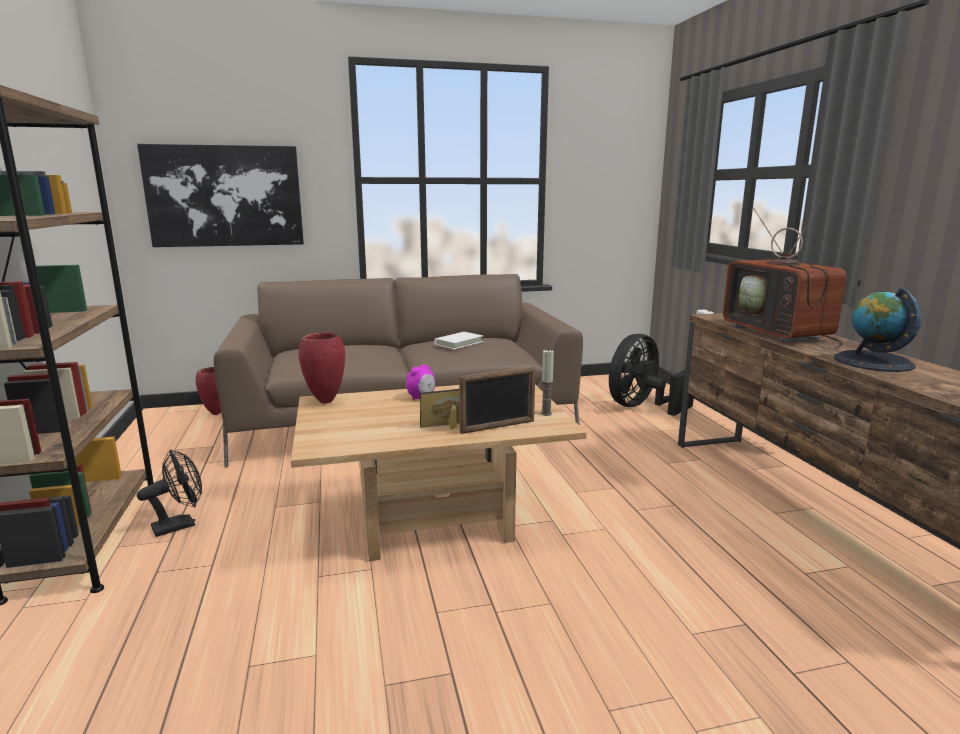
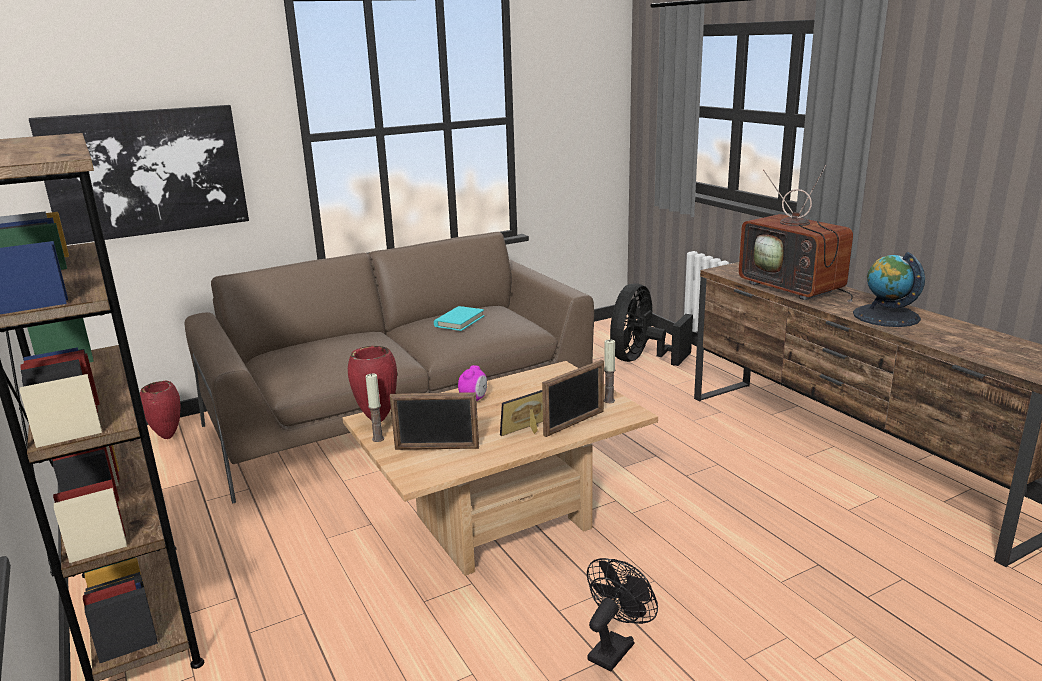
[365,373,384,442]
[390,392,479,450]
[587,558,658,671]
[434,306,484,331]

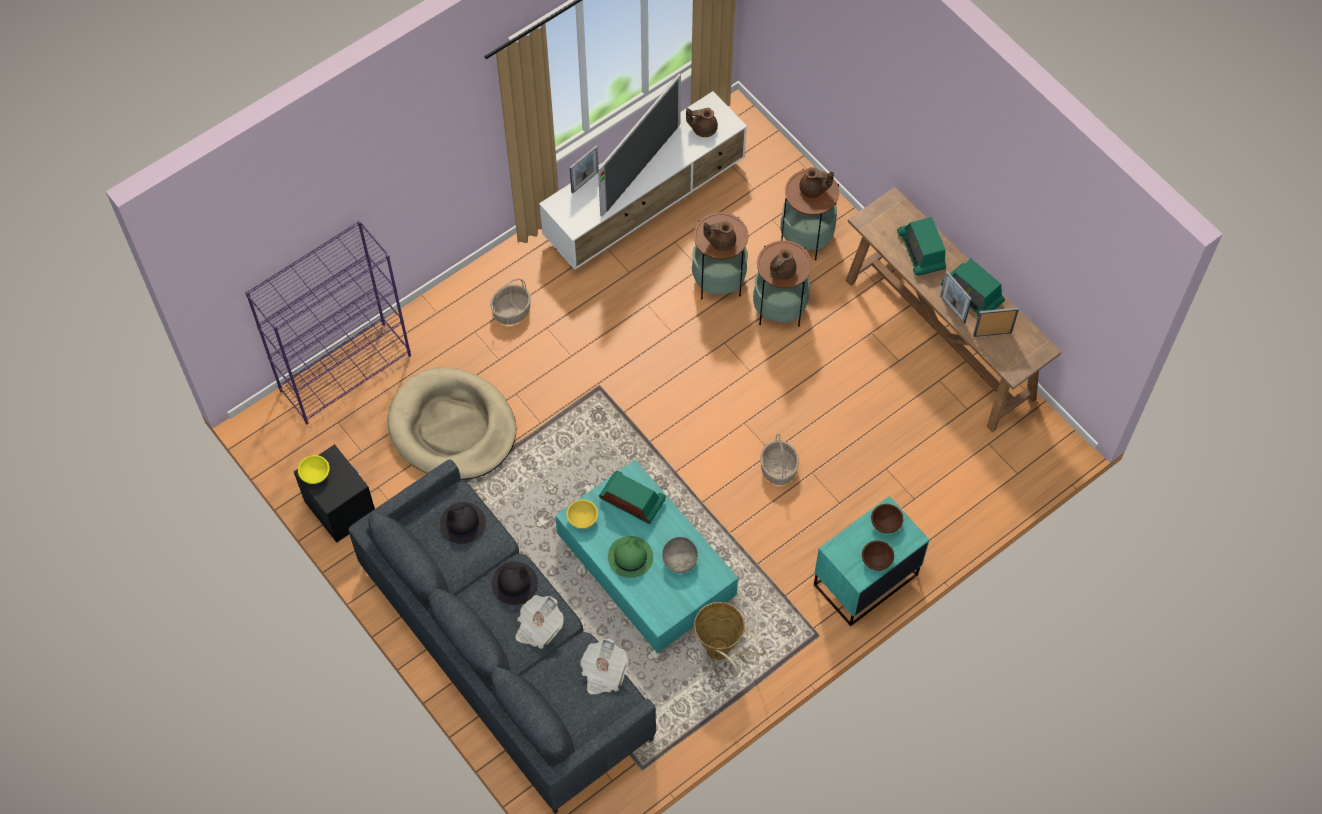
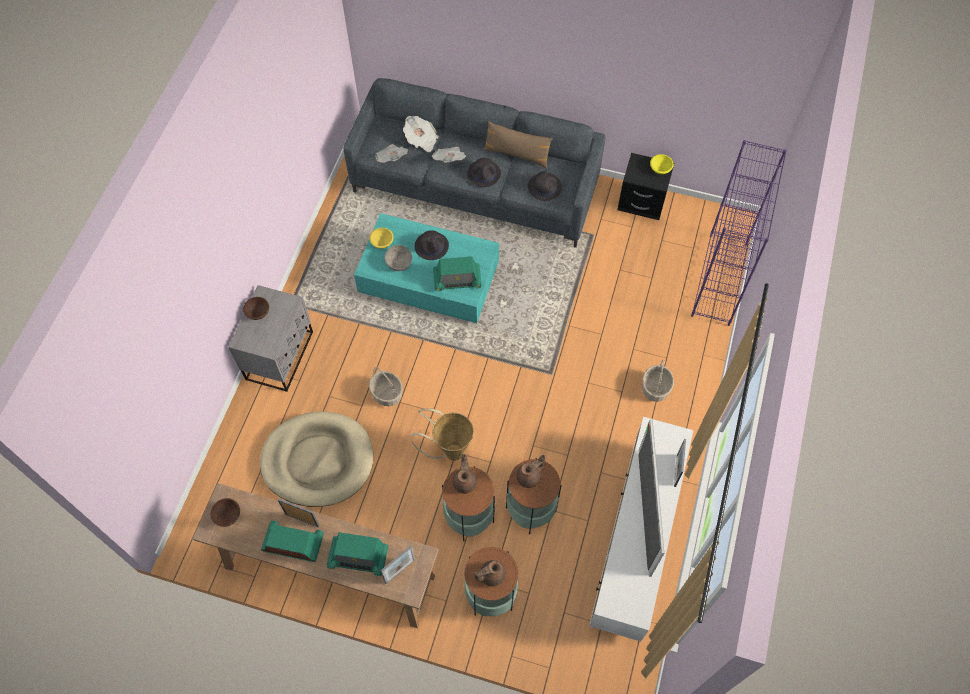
[686,108,718,137] (first image)
[403,116,439,152]
[483,121,552,168]
[260,411,374,507]
[369,228,394,249]
[410,408,474,461]
[211,498,240,527]
[381,546,415,584]
[415,230,449,260]
[228,285,313,392]
[327,532,389,576]

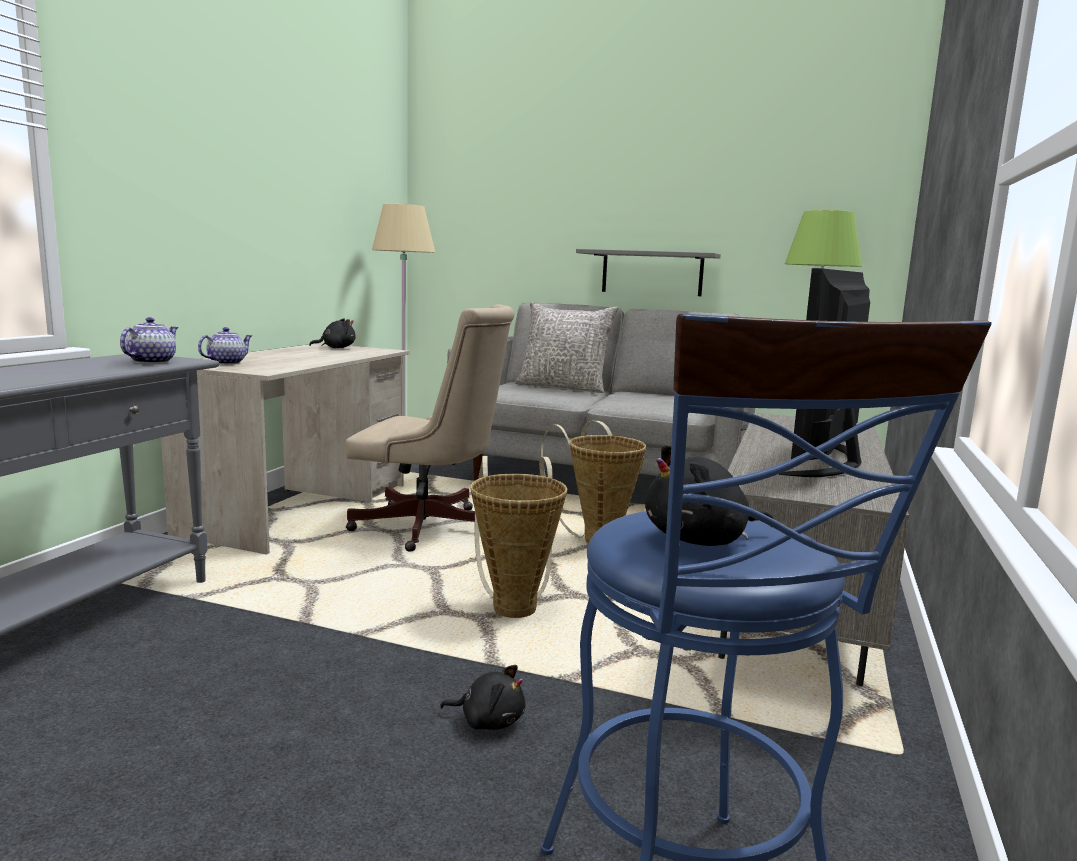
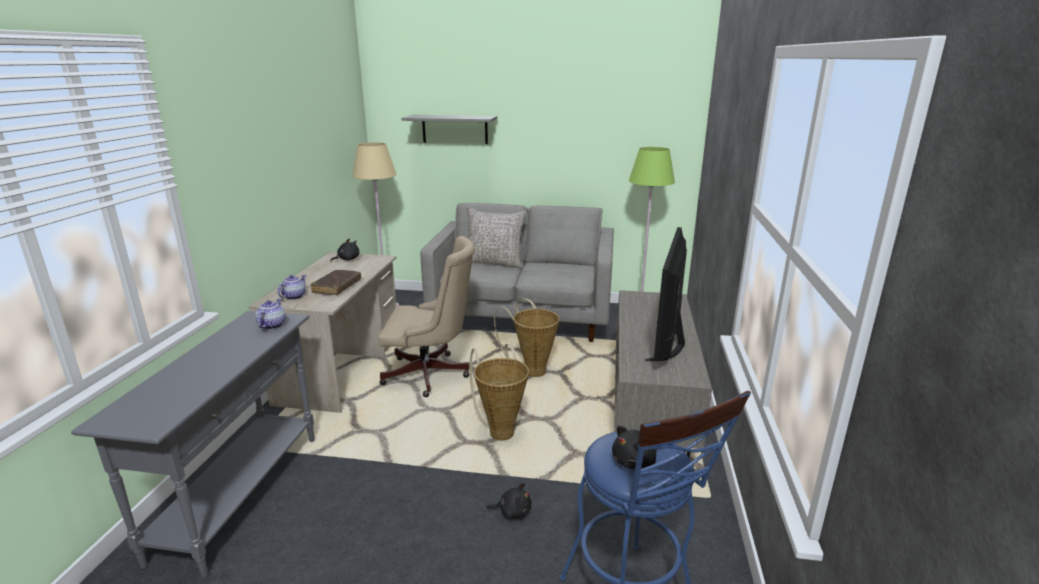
[310,270,361,295]
[401,115,497,144]

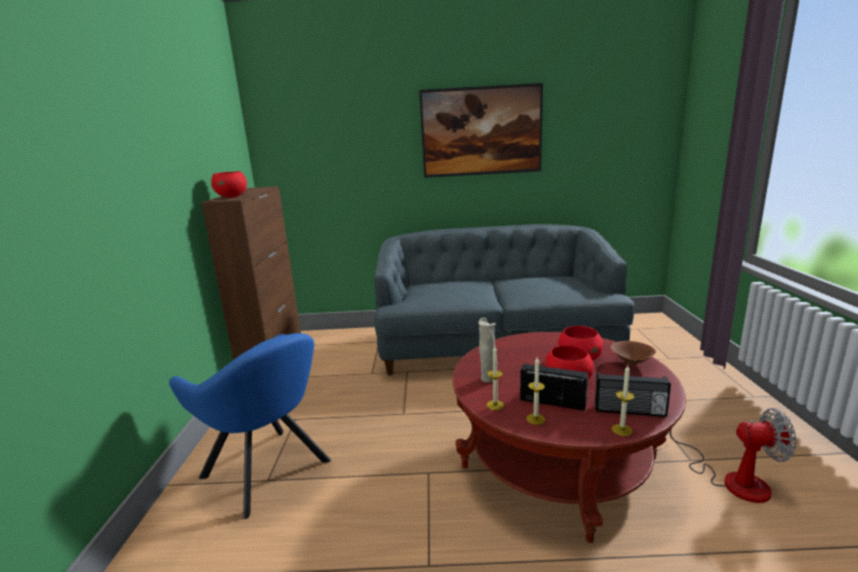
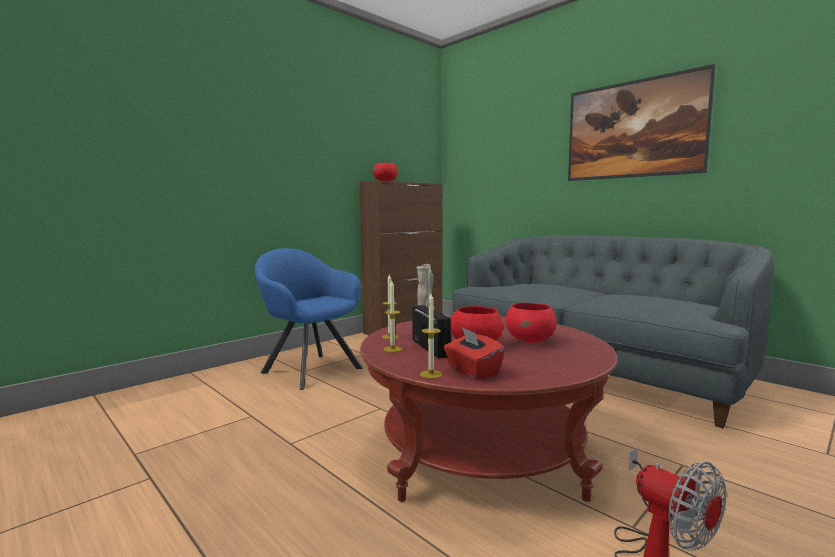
[611,341,656,366] (first image)
[444,327,505,380]
[254,248,363,390]

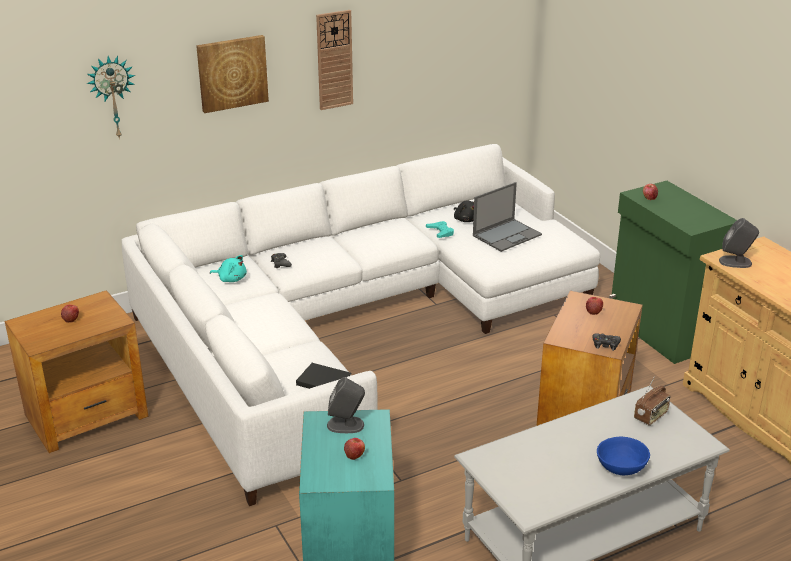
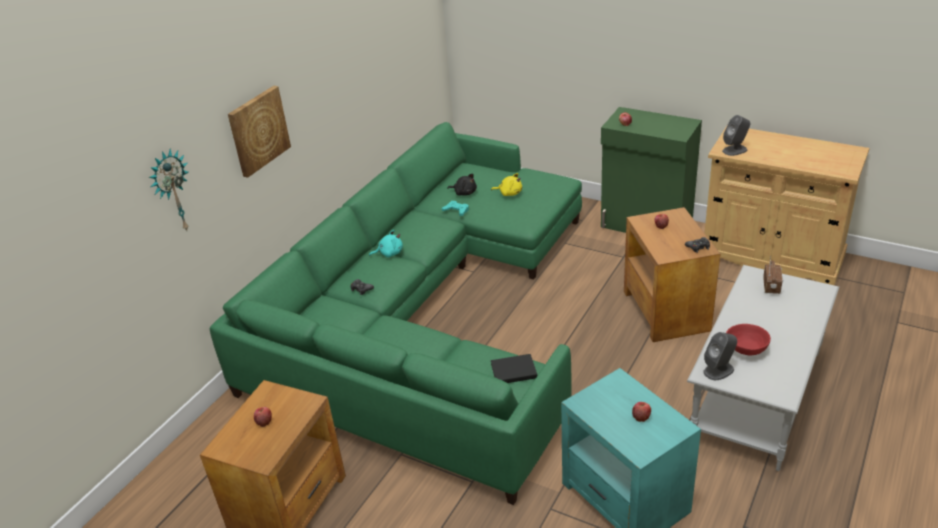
[316,10,353,110] (first image)
[597,437,650,476] (first image)
[726,324,771,355]
[369,230,403,257]
[703,332,737,380]
[491,173,522,196]
[210,122,582,505]

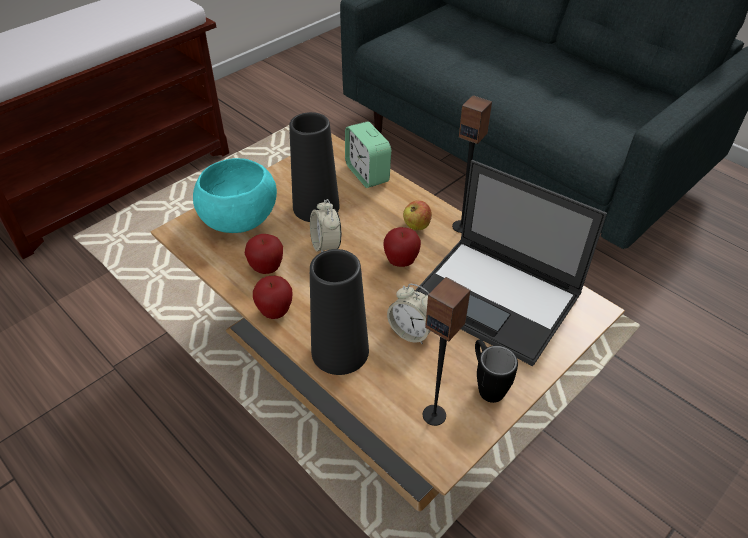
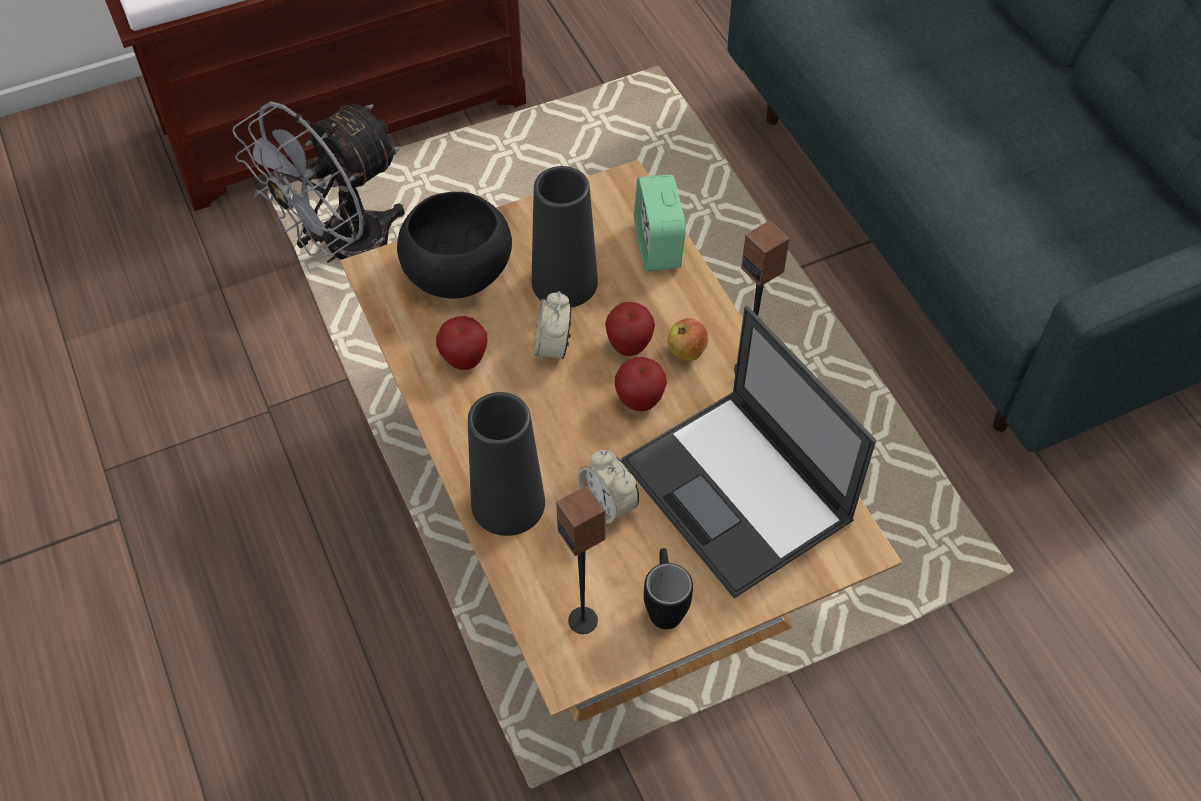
[232,101,405,263]
[605,302,655,356]
[397,192,512,299]

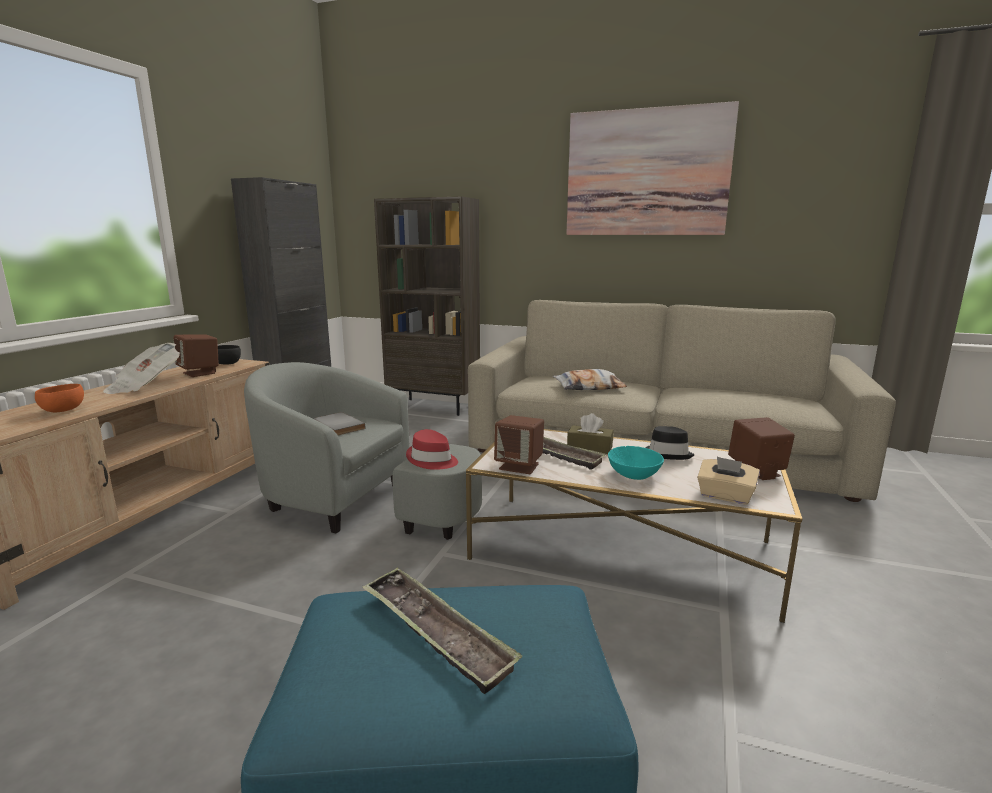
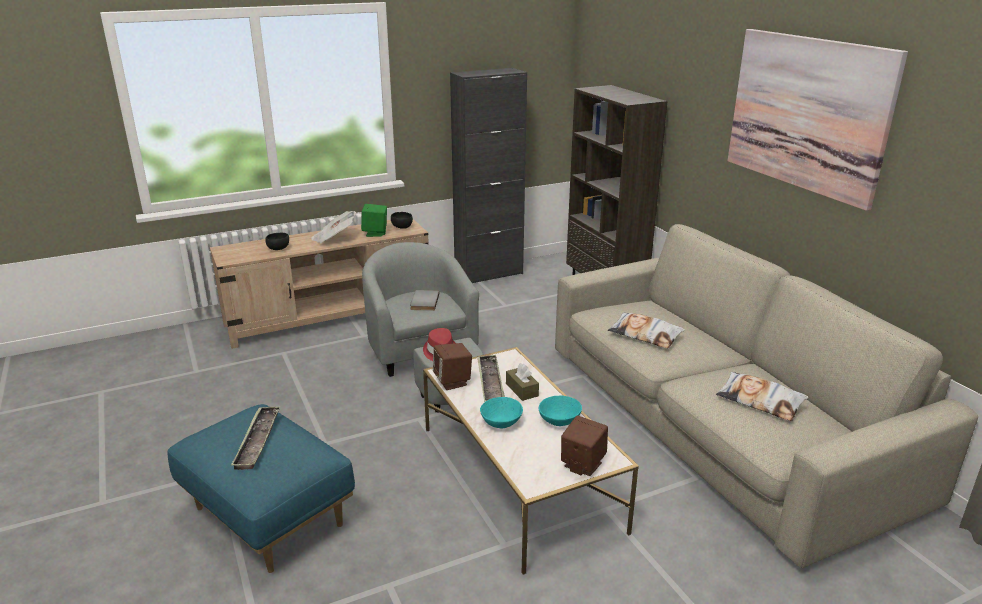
[697,457,760,505] (first image)
[716,372,808,421]
[539,396,582,426]
[266,233,289,250]
[361,204,387,237]

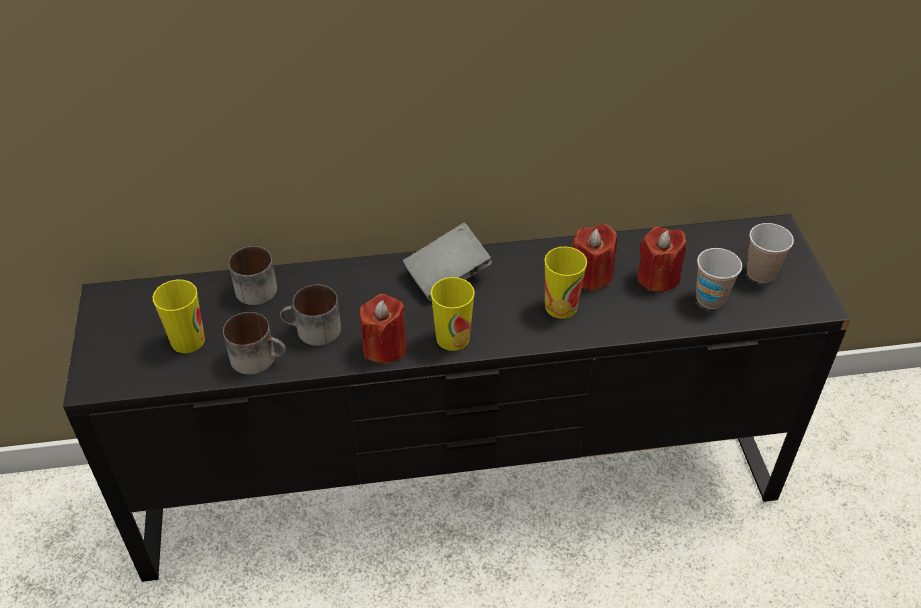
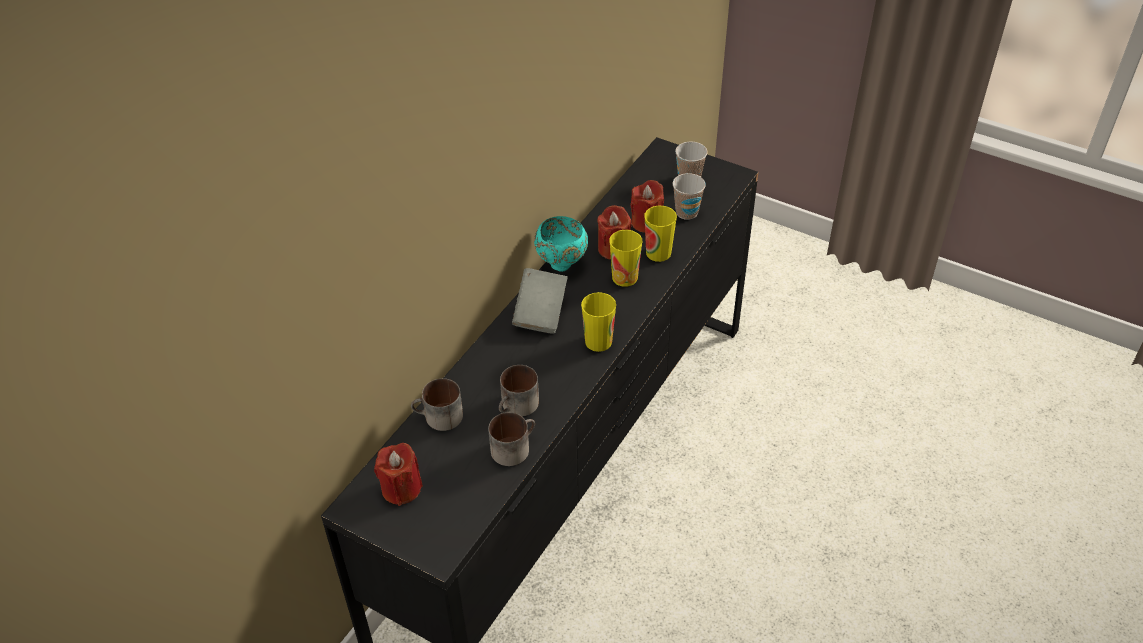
[534,216,588,272]
[644,206,677,262]
[374,443,423,506]

